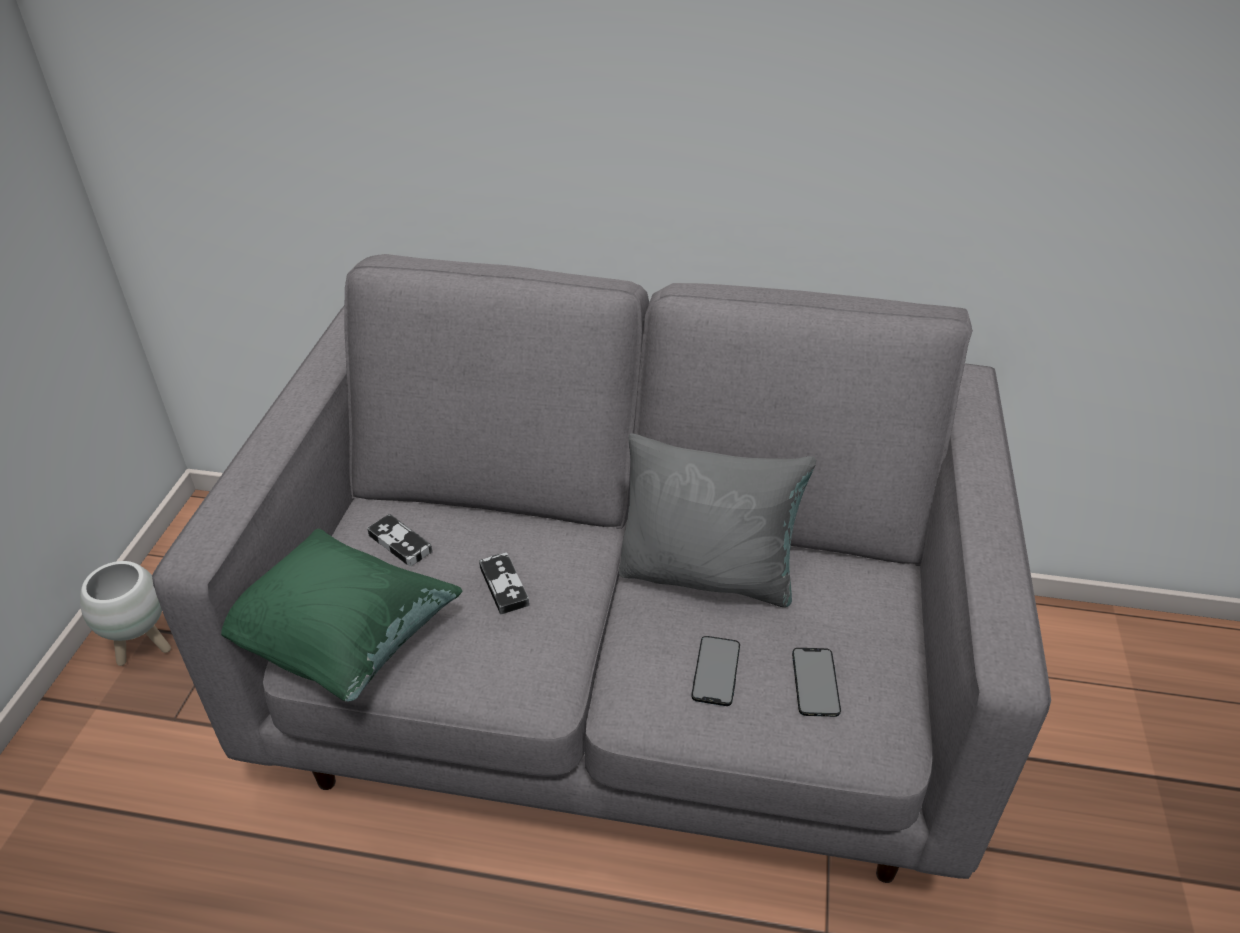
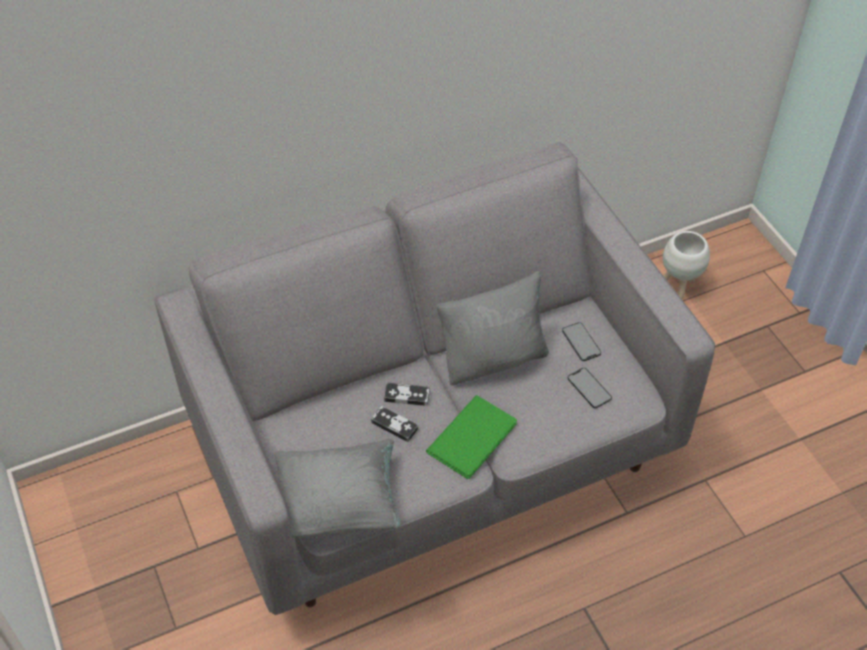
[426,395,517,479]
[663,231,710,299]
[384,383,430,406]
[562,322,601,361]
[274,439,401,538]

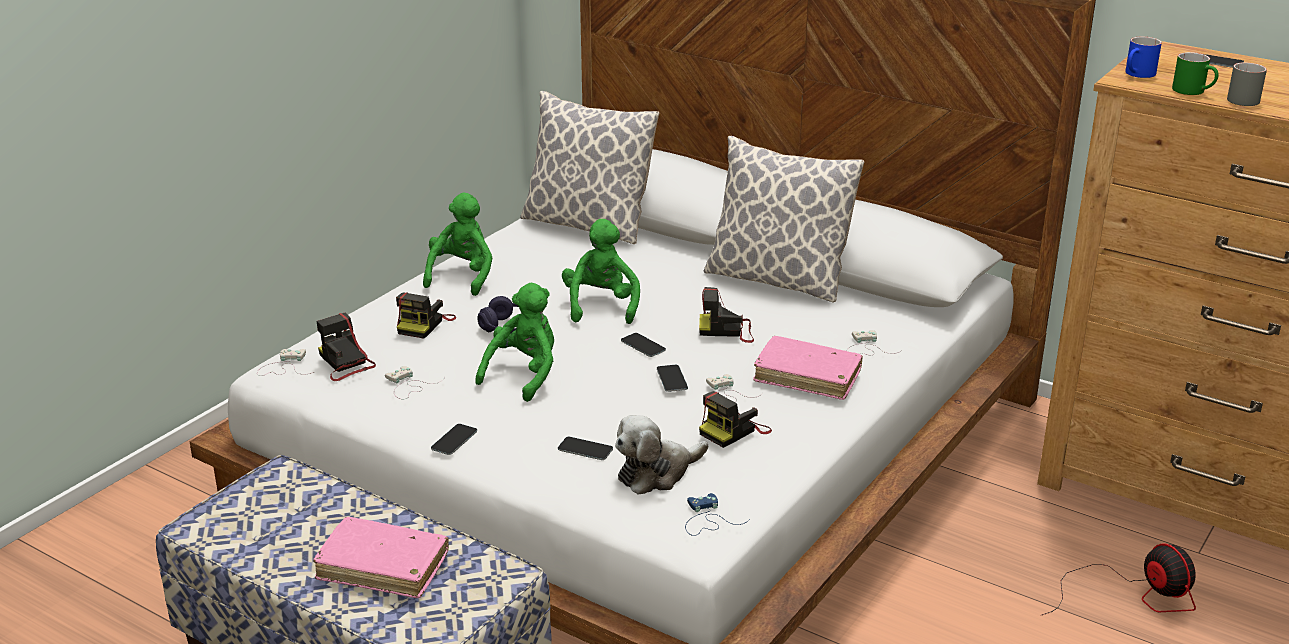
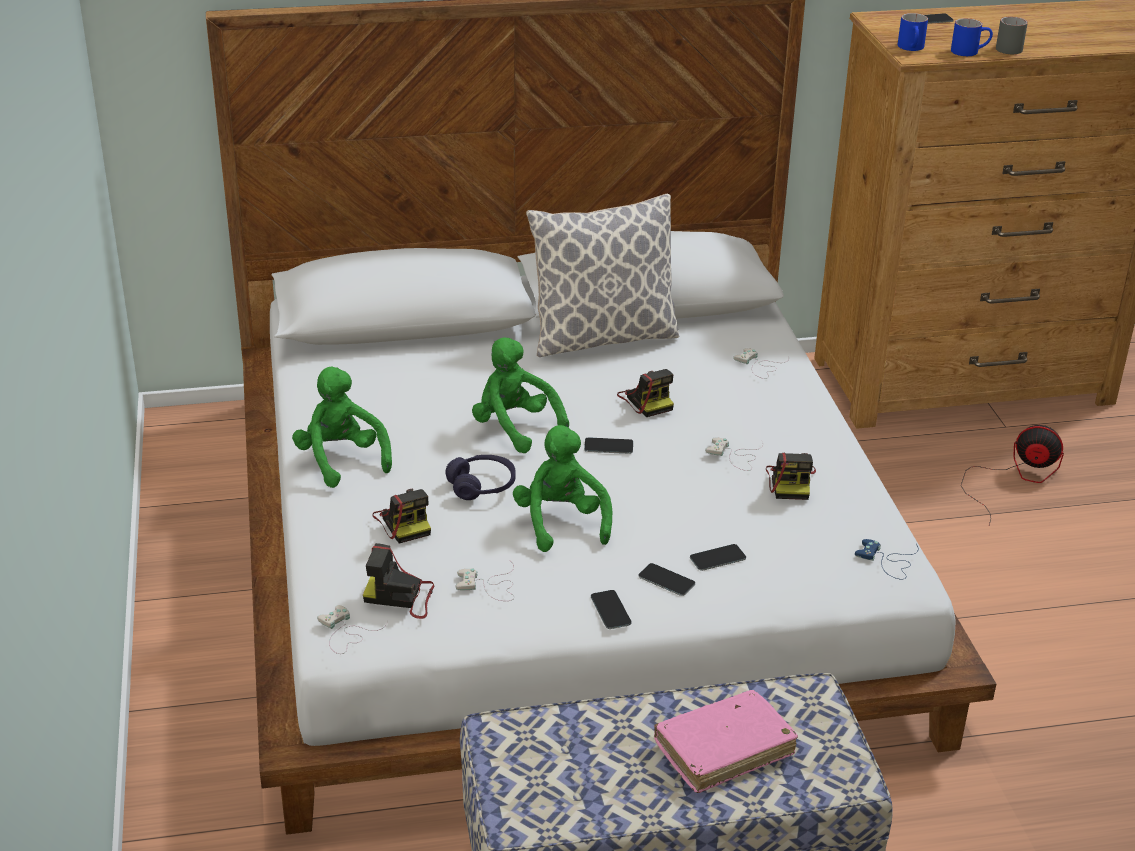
[520,91,659,244] (first image)
[615,415,708,495] (first image)
[753,336,863,400] (first image)
[639,563,695,596]
[951,18,993,56]
[617,369,674,417]

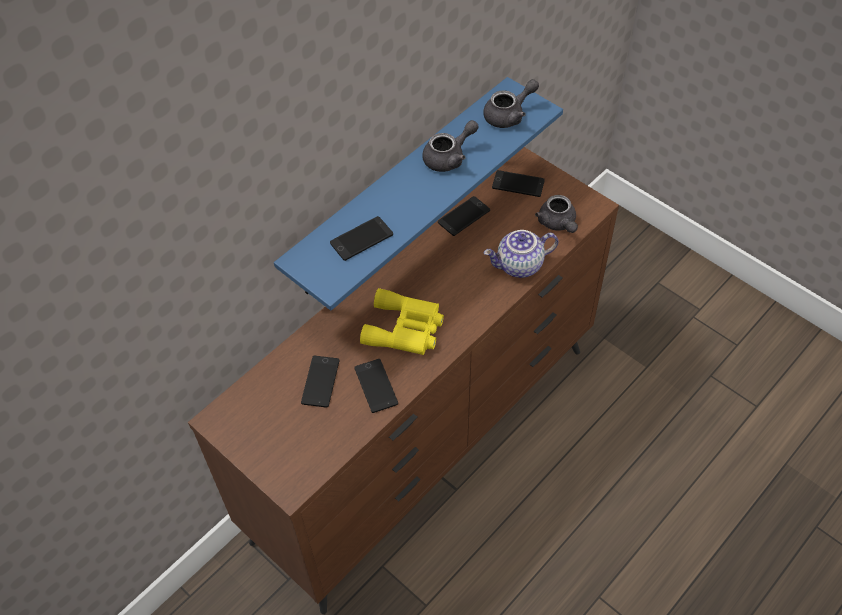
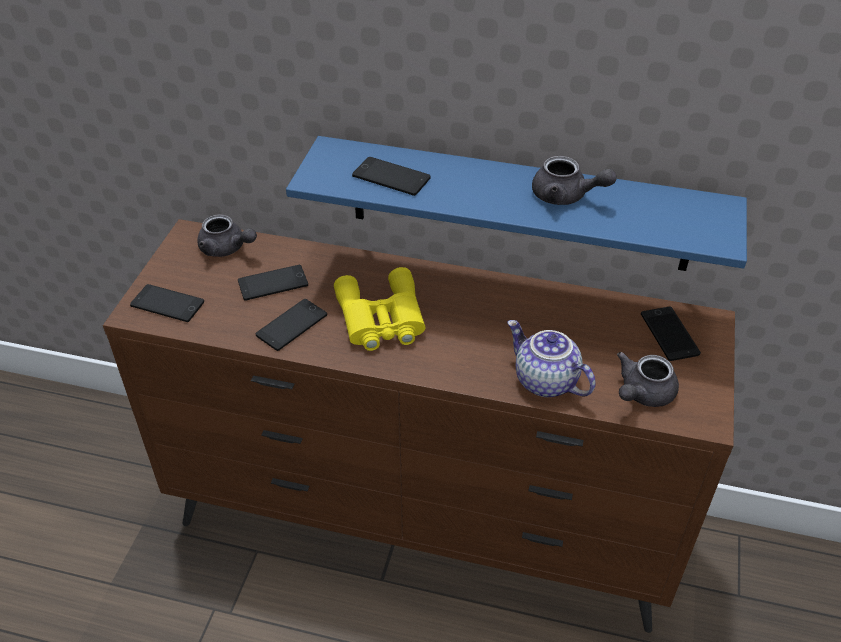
[130,284,204,322]
[197,214,257,257]

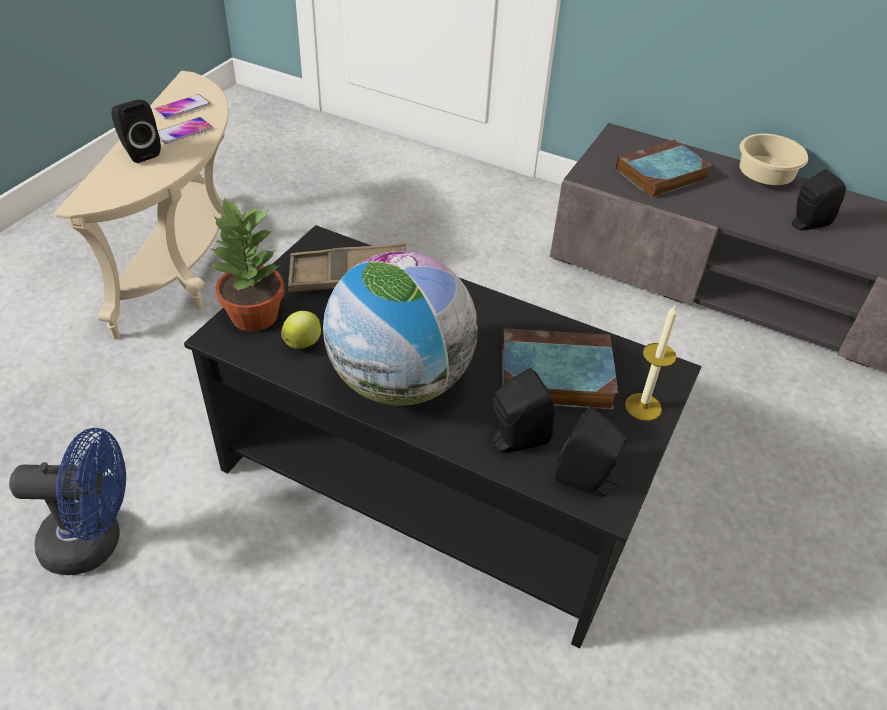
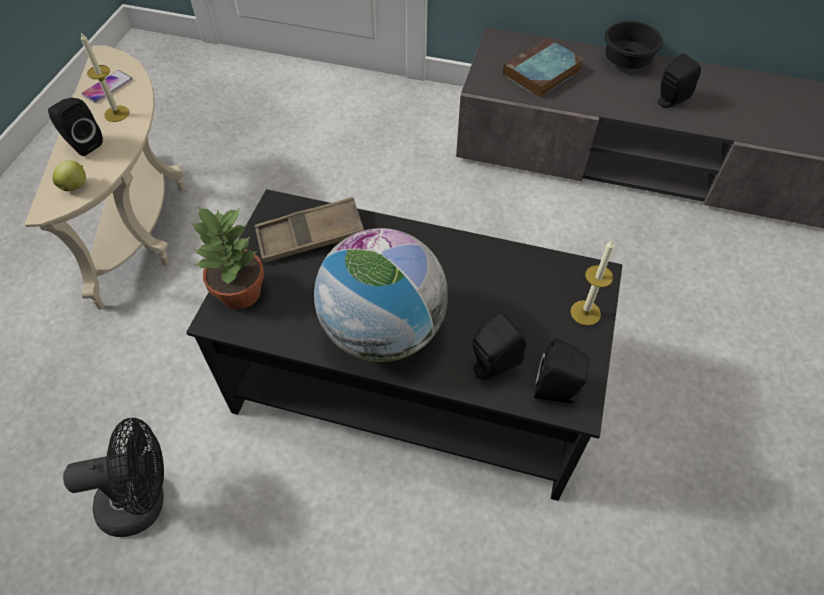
[502,328,618,410] (first image)
[53,161,86,191]
[81,33,130,122]
[63,418,164,537]
[604,21,663,69]

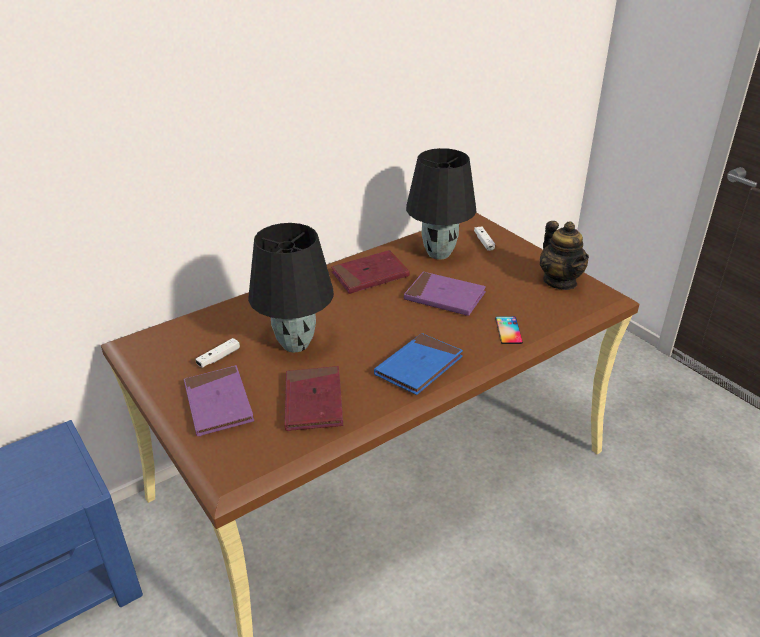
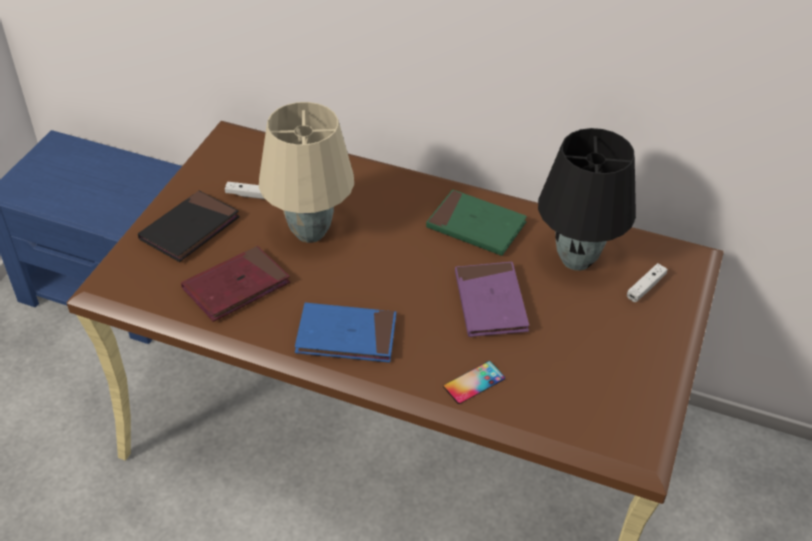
[540,221,589,290] (first image)
[138,191,240,262]
[259,102,354,243]
[426,189,527,256]

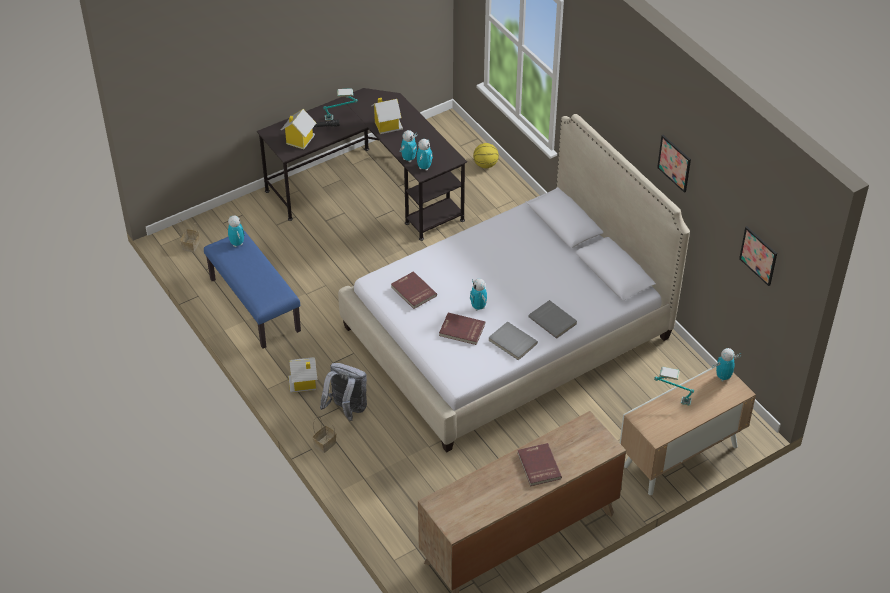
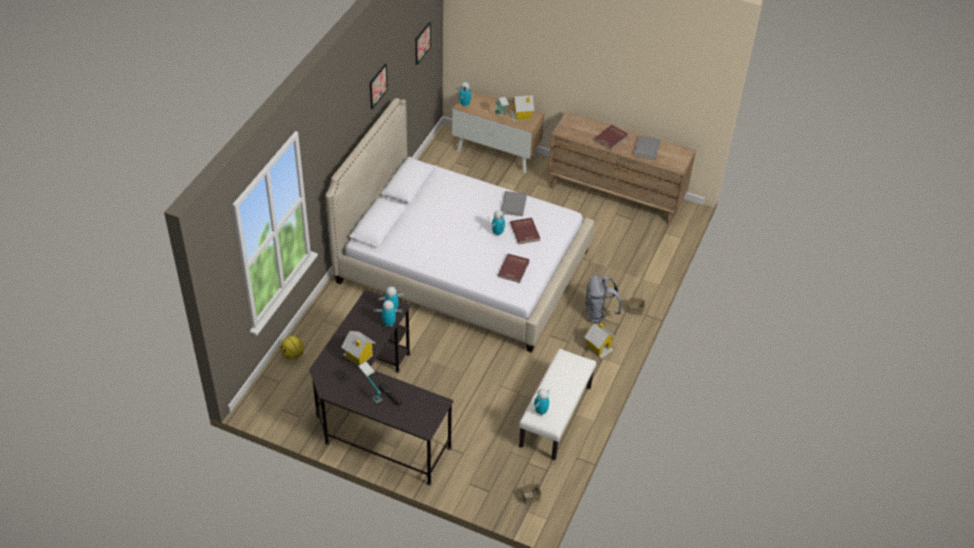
[510,95,534,122]
[634,136,660,160]
[519,349,596,460]

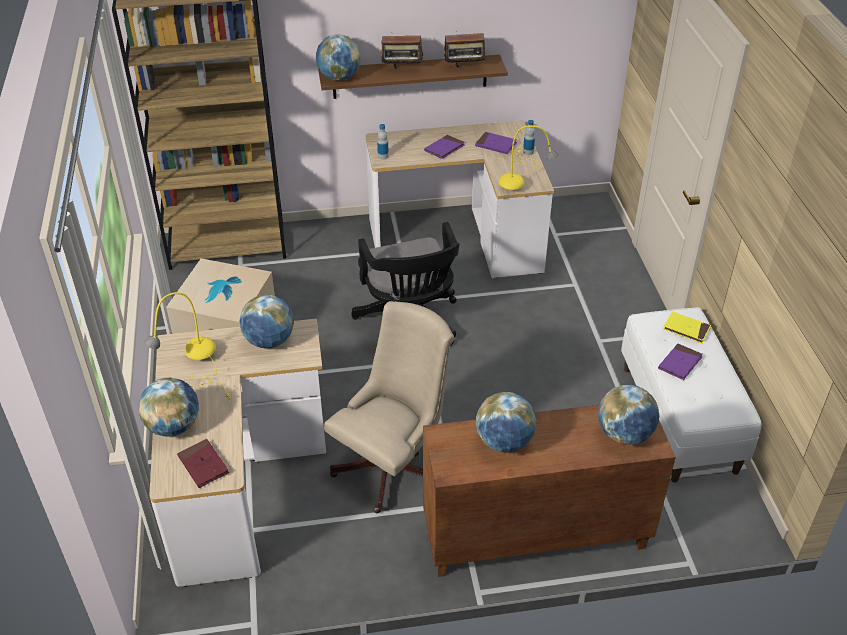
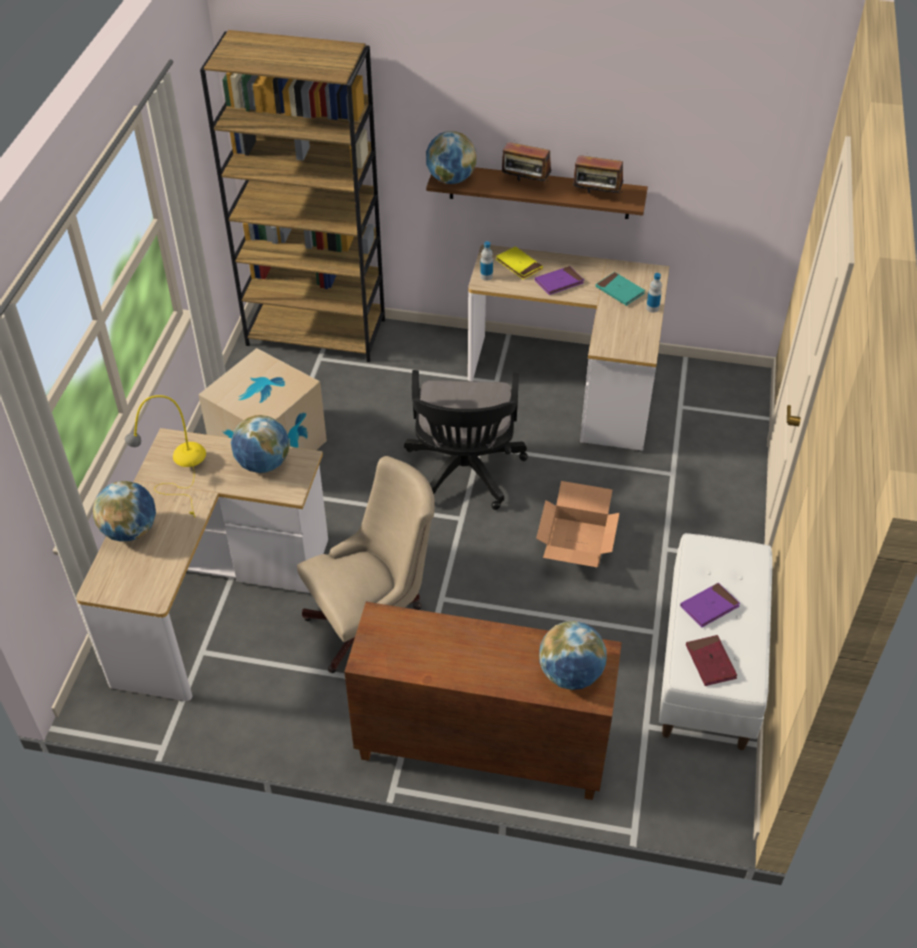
[476,392,536,452] (first image)
[499,125,558,190] (first image)
[536,481,620,567]
[686,635,737,686]
[496,246,543,279]
[596,272,645,306]

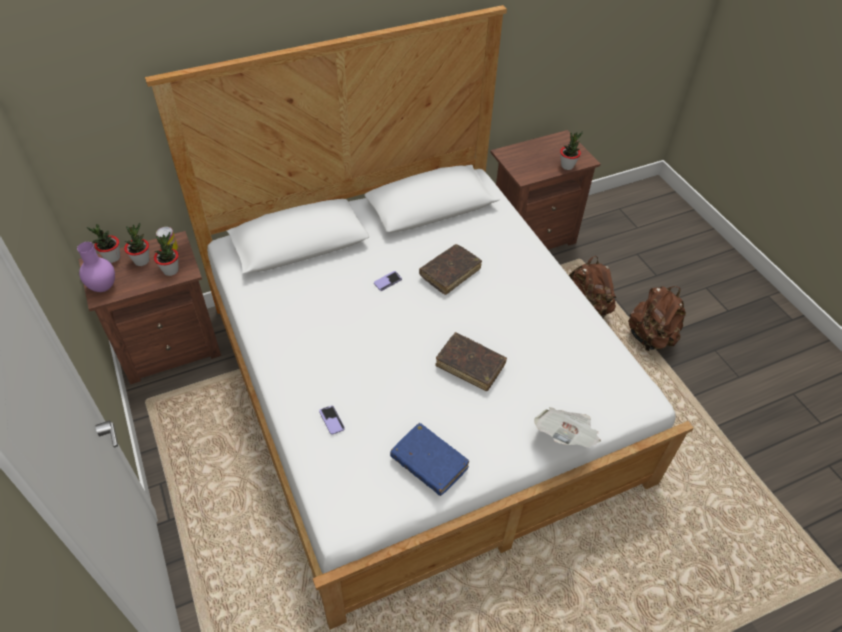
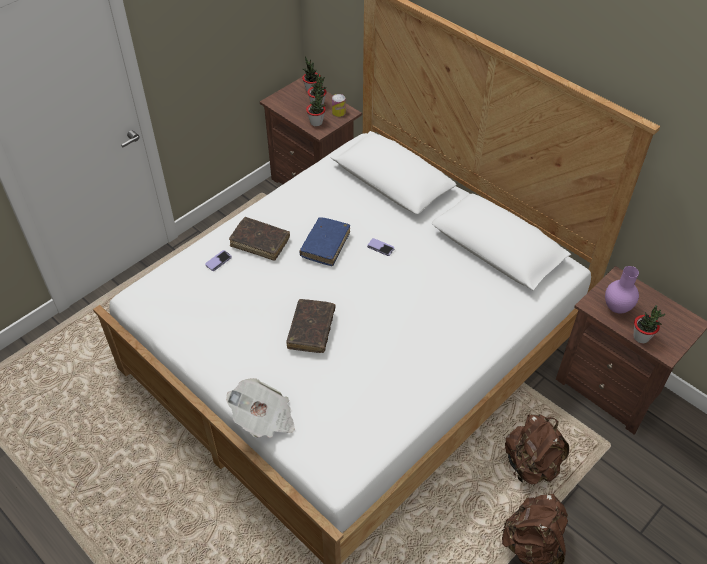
[605,266,639,314]
[299,217,350,266]
[229,217,290,261]

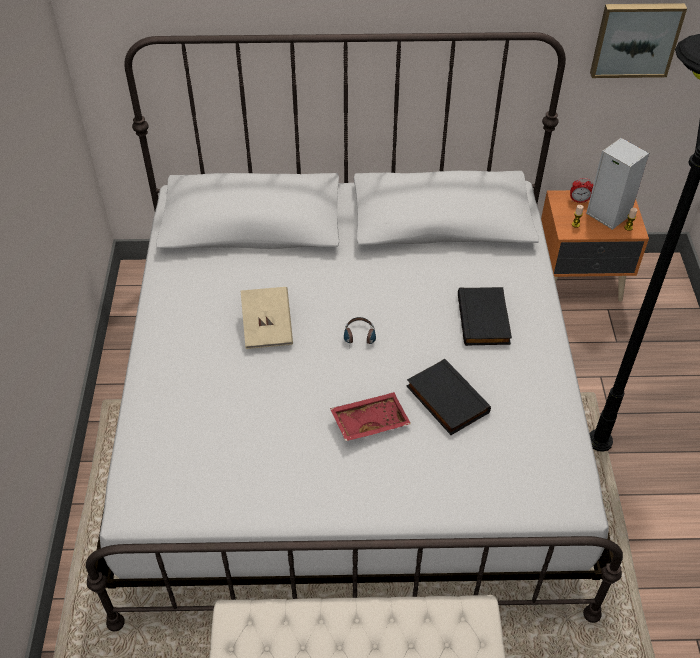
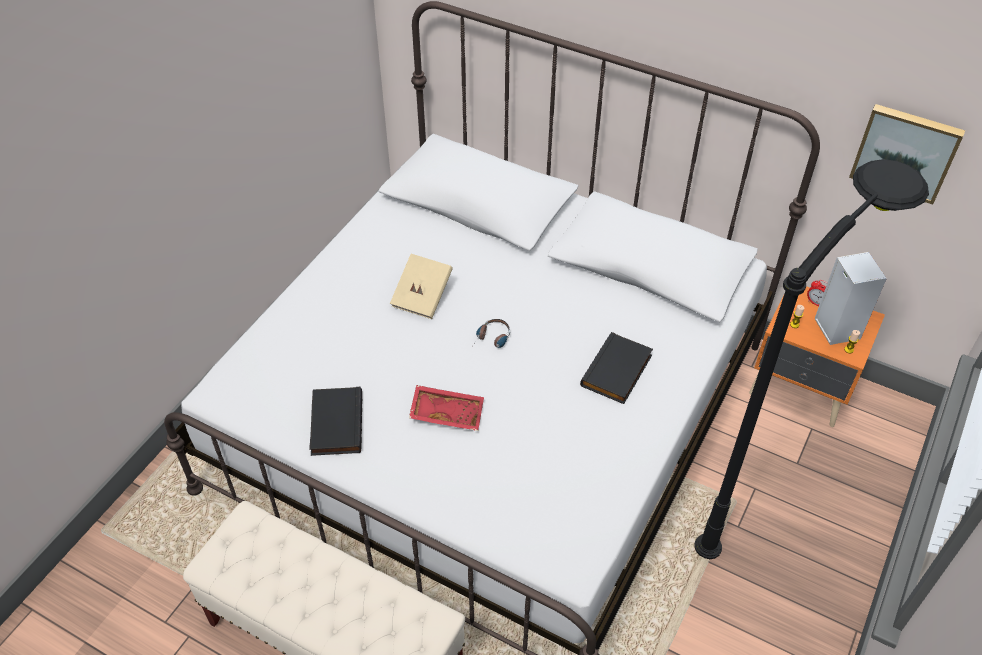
[309,387,362,456]

